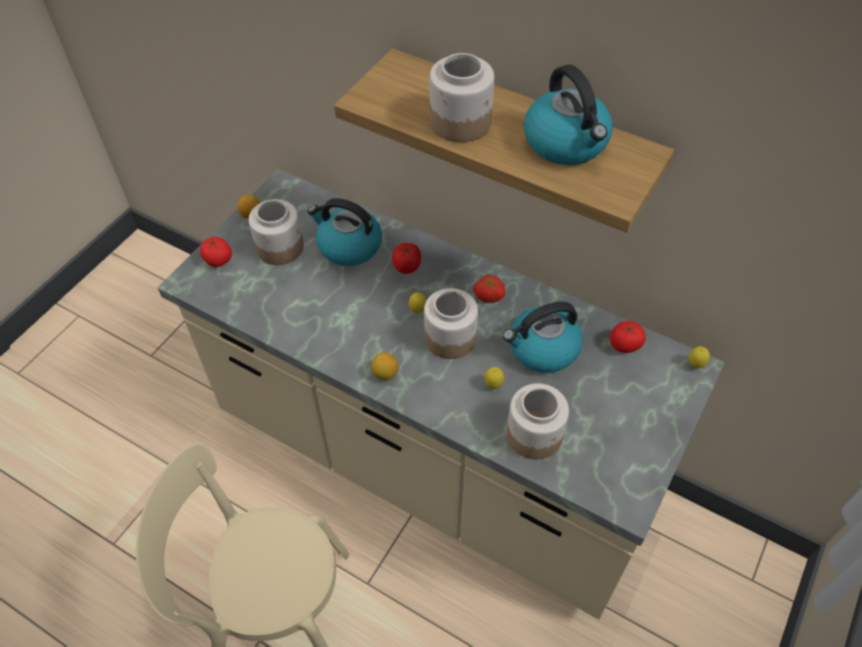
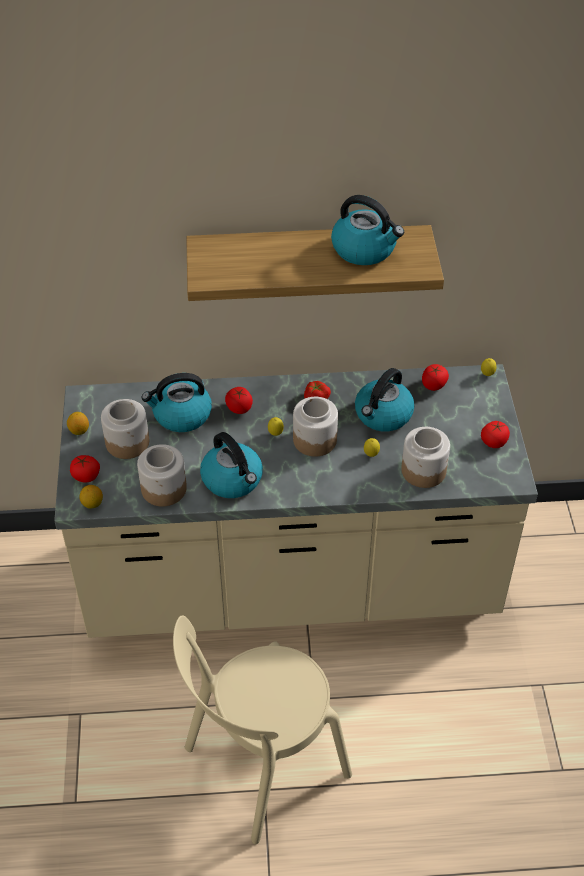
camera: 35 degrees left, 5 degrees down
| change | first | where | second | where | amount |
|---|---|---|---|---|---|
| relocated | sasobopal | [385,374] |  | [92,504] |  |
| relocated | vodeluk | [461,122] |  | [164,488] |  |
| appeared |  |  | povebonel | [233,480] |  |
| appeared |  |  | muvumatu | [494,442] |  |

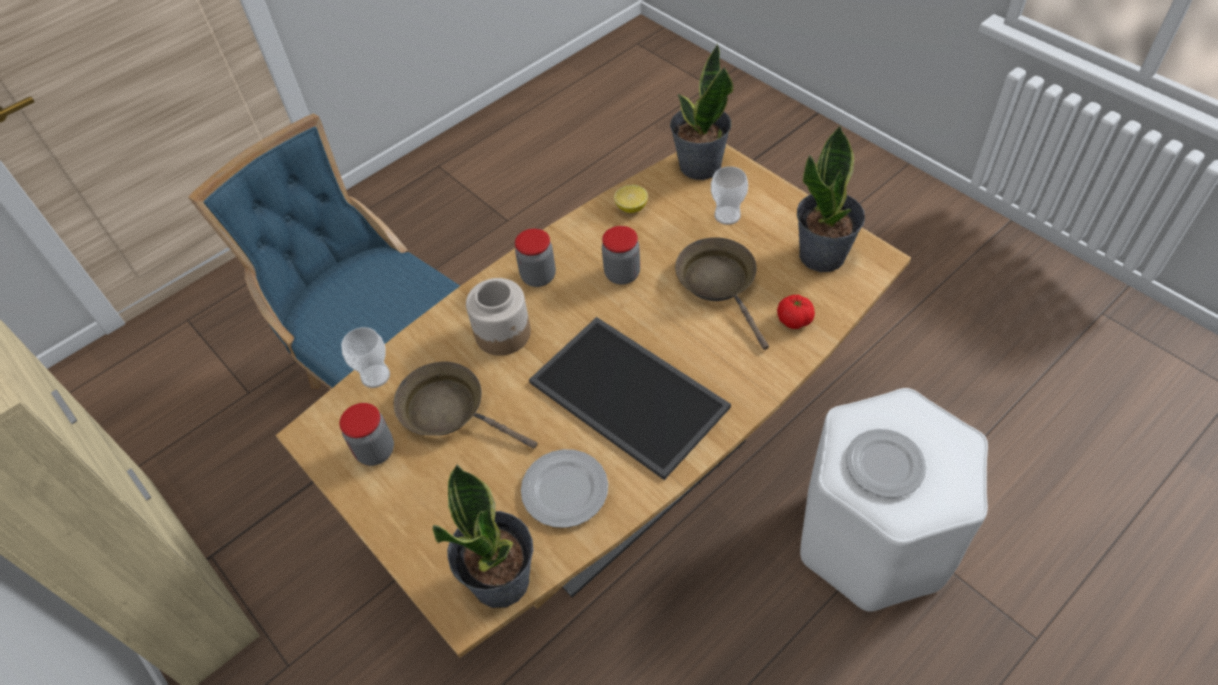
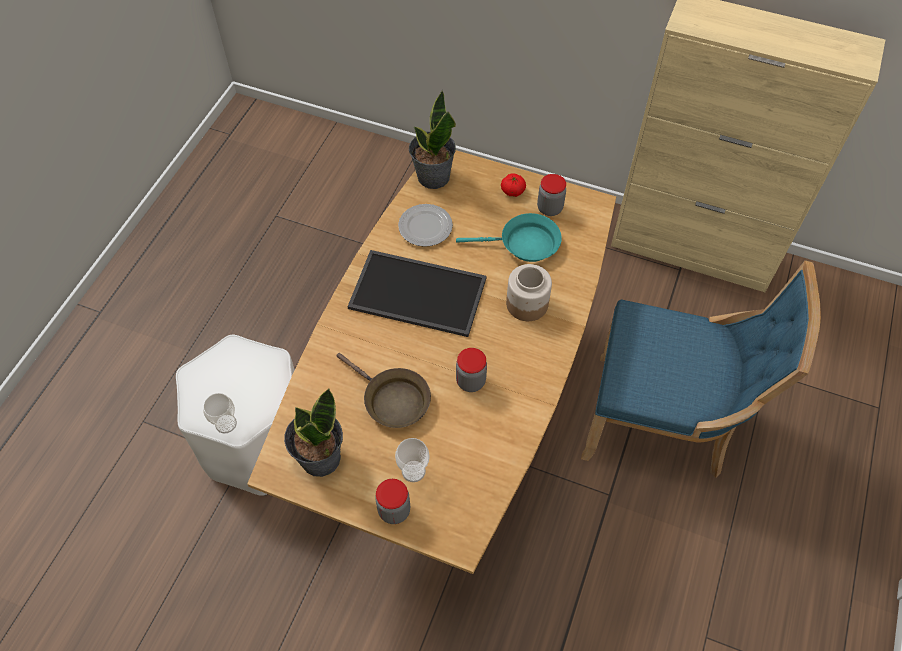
camera: 150 degrees right, 5 degrees up
| change | first | where | second | where | amount |
|---|---|---|---|---|---|
| relocated | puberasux | [375,376] |  | [226,423] |  |
| relocated | vodeluk | [538,276] |  | [394,510] |  |
| colour | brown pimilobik | [449,410] | turquoise pimilobik | [524,244] |  |
| relocated | muvumatu | [794,320] |  | [512,191] |  |
| missing | sasobopal | [631,207] |  |  |  |
| missing | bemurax | [699,166] |  |  |  |
| missing | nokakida | [883,465] |  |  |  |

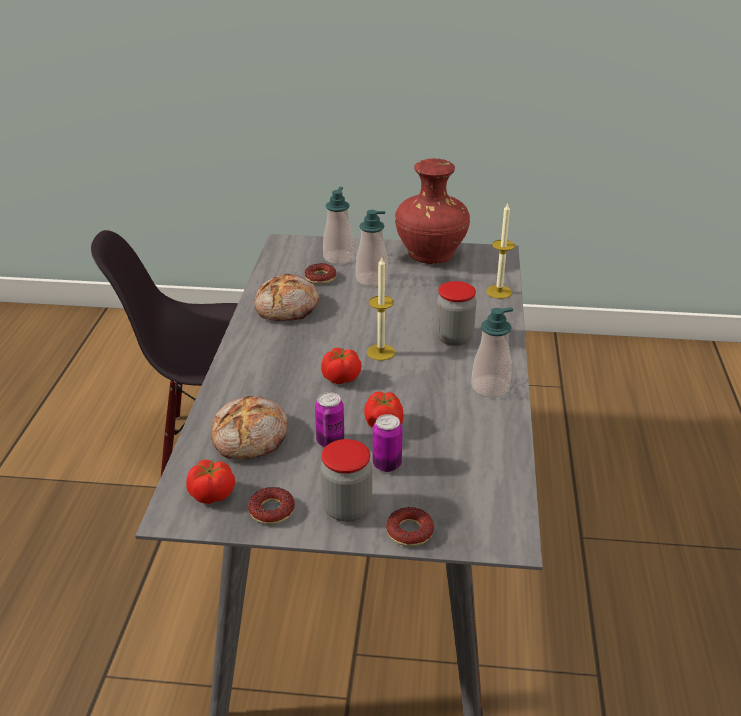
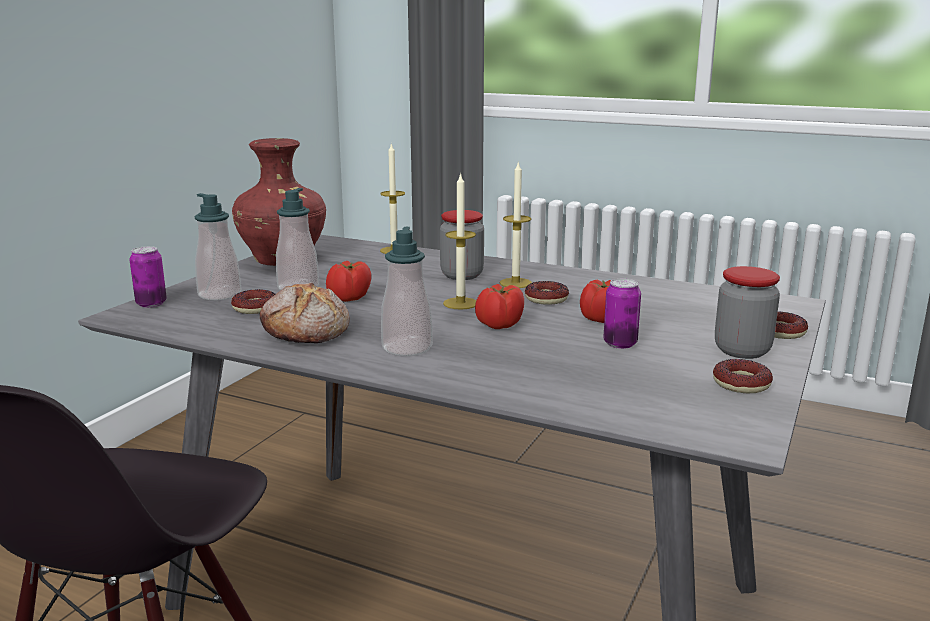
camera: 70 degrees left, 15 degrees down
| change | first | where | second | where | amount |
|---|---|---|---|---|---|
| relocated | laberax | [387,465] |  | [151,304] |  |
| relocated | muvumatu | [212,495] |  | [349,298] |  |
| relocated | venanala | [490,387] |  | [407,348] |  |
| appeared |  |  | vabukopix | [515,283] |  |
| appeared |  |  | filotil | [546,299] |  |
| missing | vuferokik | [252,437] |  |  |  |

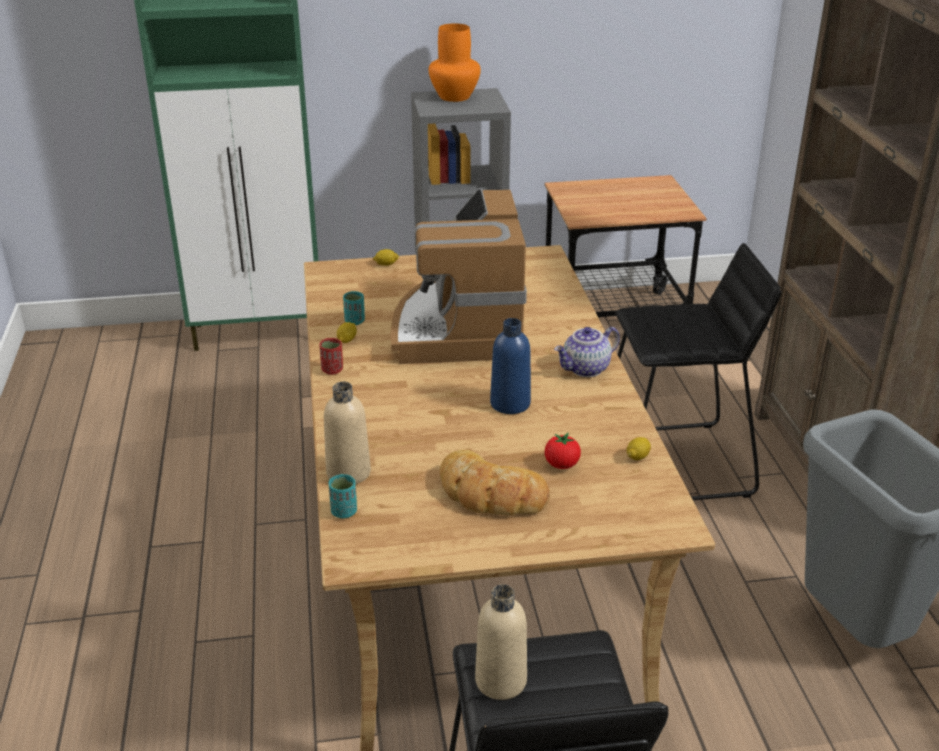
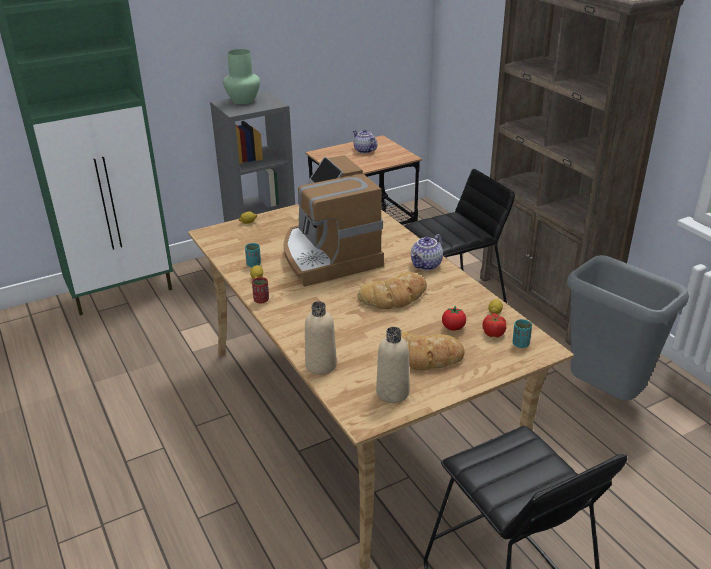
camera: 20 degrees left, 0 degrees up
| change | first | where | second | where | amount |
|---|---|---|---|---|---|
| colour | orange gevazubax | [453,96] | green gevazubax | [242,100] |  |
| appeared |  |  | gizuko | [364,150] |  |
| exchanged | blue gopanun | [510,403] | vuferokik | [394,297] |  |
| relocated | beige gopanun | [501,681] |  | [392,393] |  |
| appeared |  |  | muvumatu | [493,333] |  |
| relocated | turquoise puberasux | [344,512] |  | [520,344] |  |

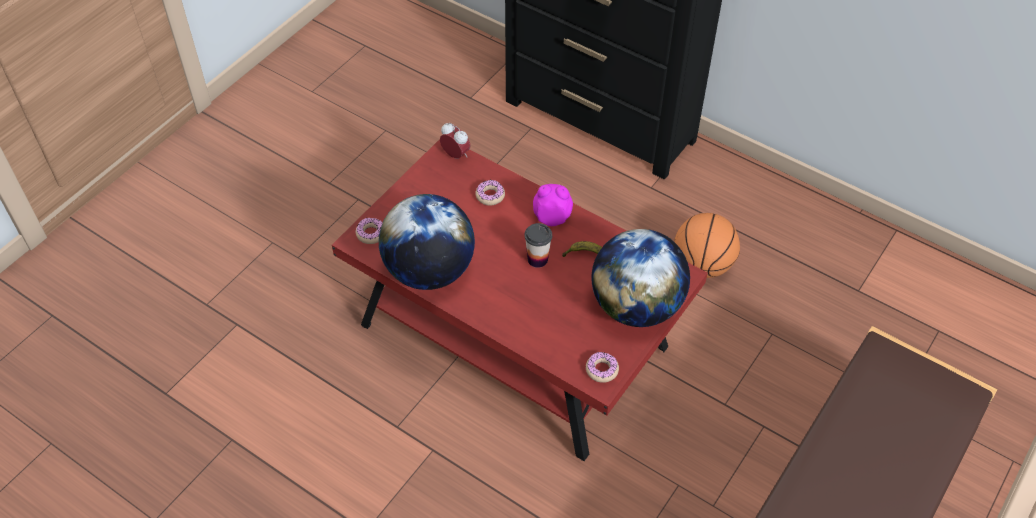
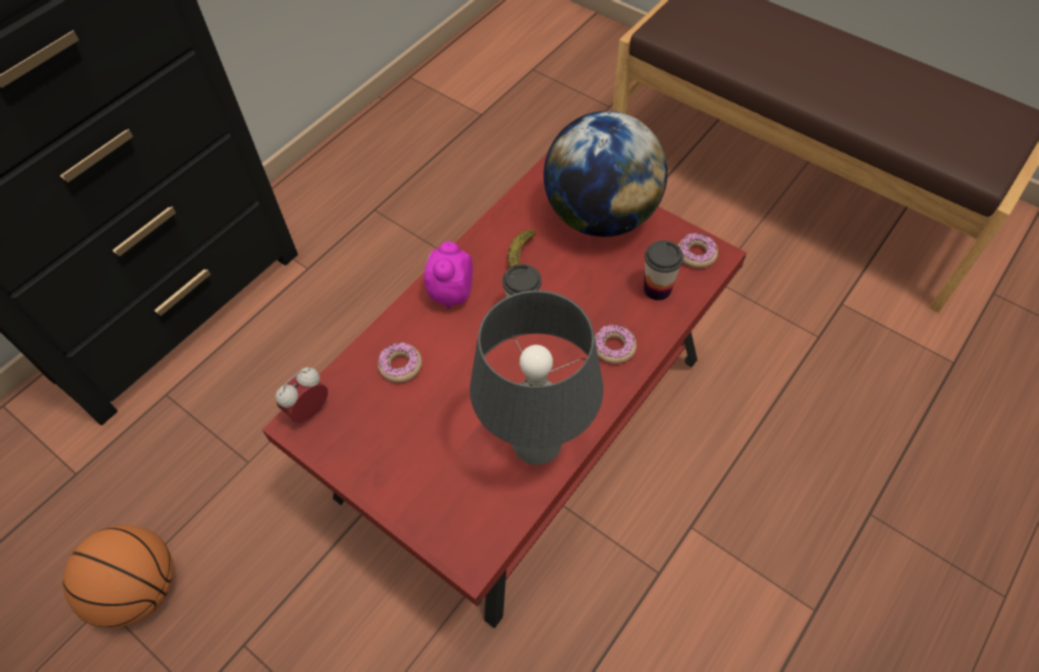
camera: 85 degrees left, 5 degrees up
| change | first | where | second | where | amount |
|---|---|---|---|---|---|
| relocated | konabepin | [702,265] |  | [140,589] |  |
| exchanged | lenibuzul | [429,271] | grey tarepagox | [538,446] |  |
| relocated | filotil | [371,234] |  | [614,347] |  |
| appeared |  |  | puberasux | [657,289] |  |

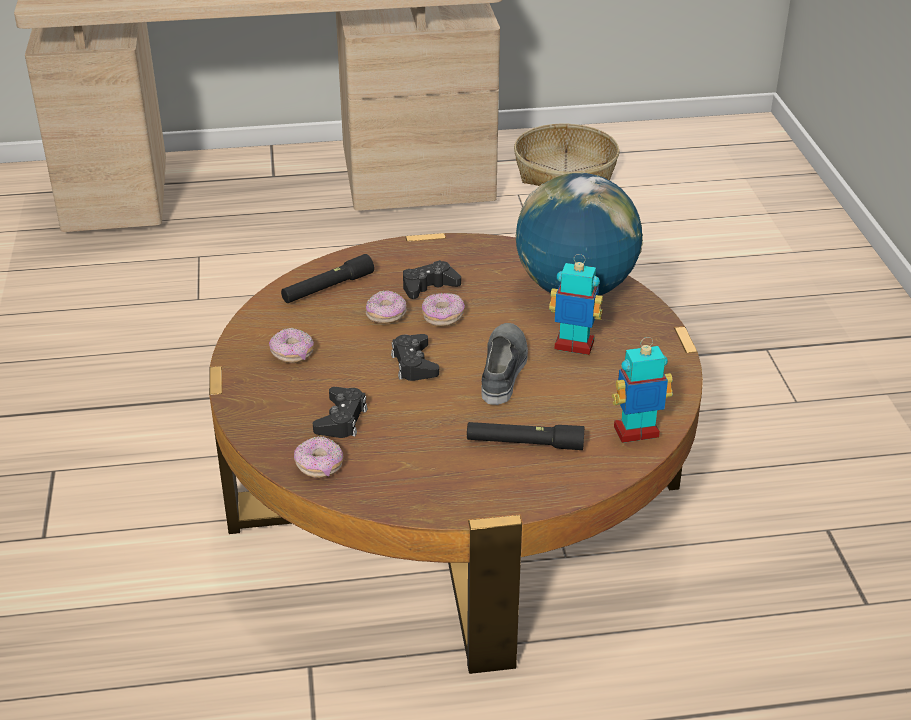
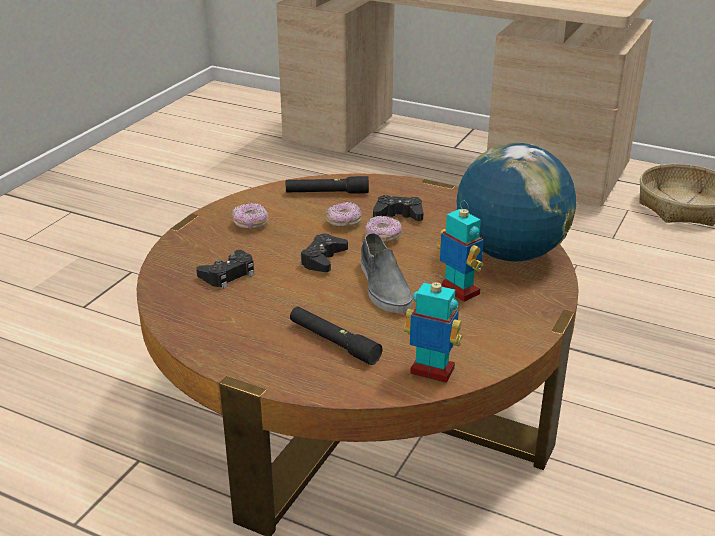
camera: 35 degrees right, 5 degrees down
| change | first | where | second | where | amount |
|---|---|---|---|---|---|
| spun | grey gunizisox | [503,369] |  | [383,286] | 120 degrees clockwise |
| missing | filotil | [319,466] |  |  |  |

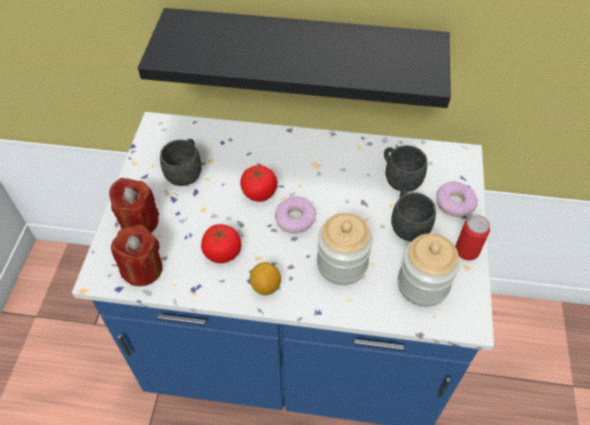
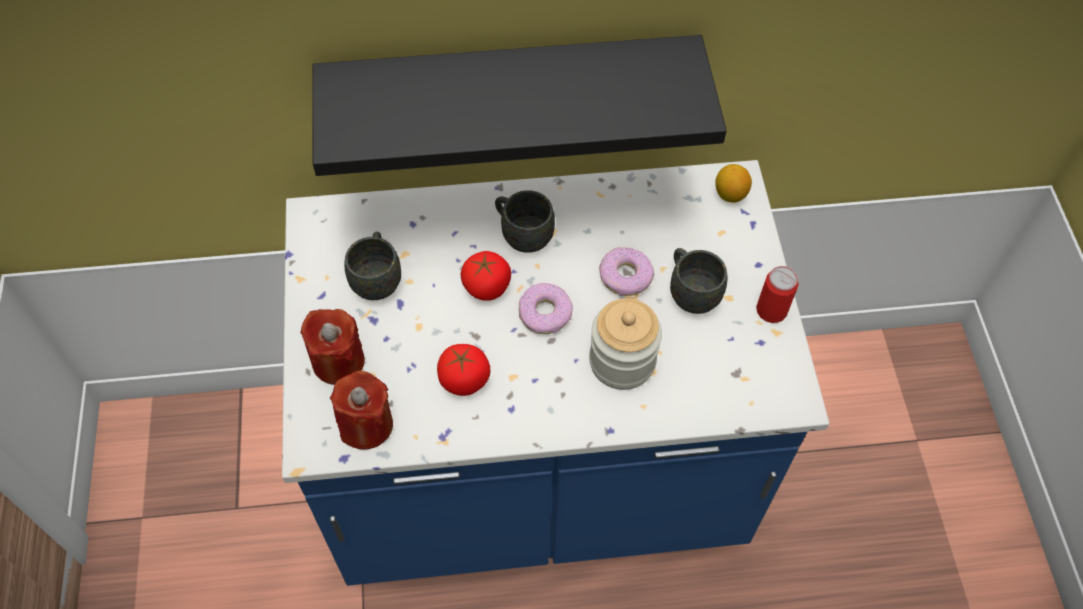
camera: 15 degrees left, 5 degrees up
| change | first | where | second | where | amount |
|---|---|---|---|---|---|
| relocated | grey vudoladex | [399,178] |  | [522,234] |  |
| relocated | filotil | [454,203] |  | [625,277] |  |
| relocated | sasobopal | [265,286] |  | [730,194] |  |
| missing | vodeluk | [423,284] |  |  |  |

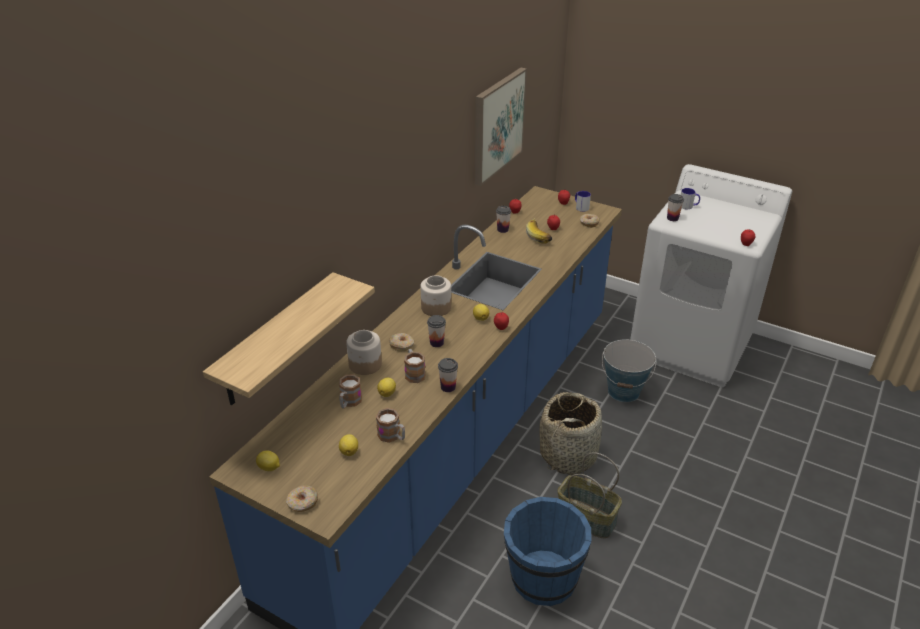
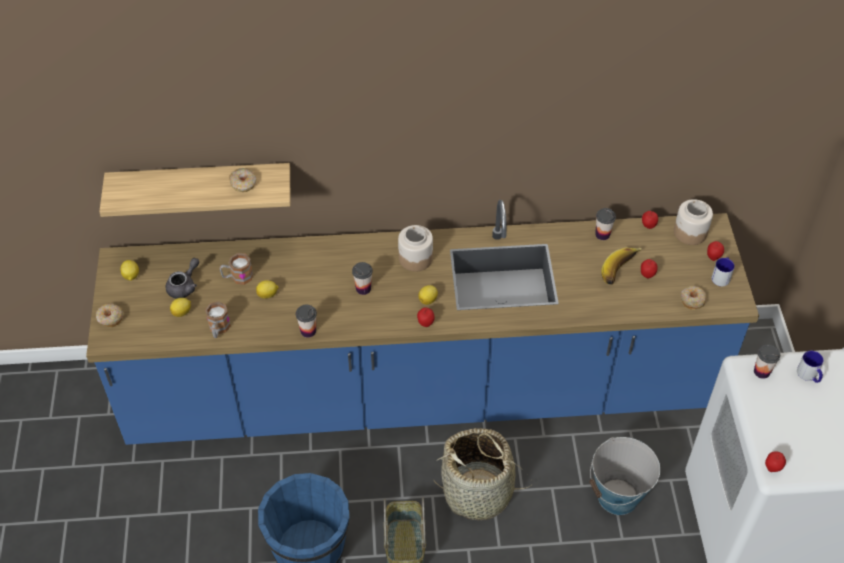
camera: 55 degrees right, 15 degrees up
| change | first | where | second | where | amount |
|---|---|---|---|---|---|
| appeared |  |  | grey gizuko | [184,286] |  |
| relocated | filotil | [402,345] |  | [243,184] |  |
| relocated | vodeluk | [365,364] |  | [690,232] |  |
| missing | vudoladex | [414,373] |  |  |  |
| missing | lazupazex | [497,125] |  |  |  |

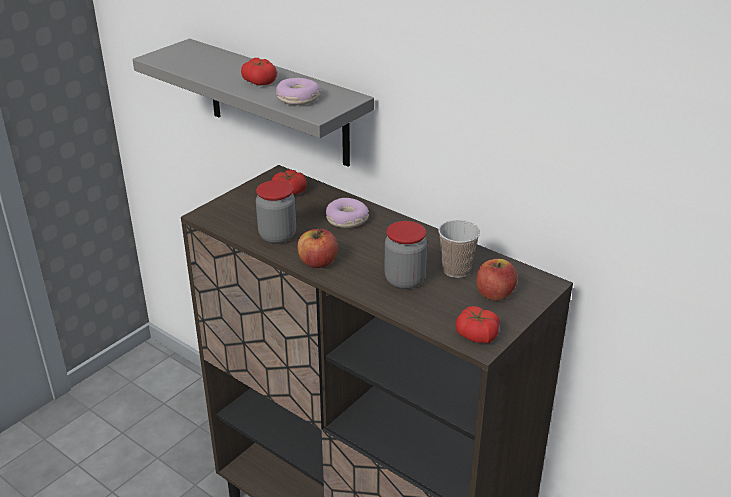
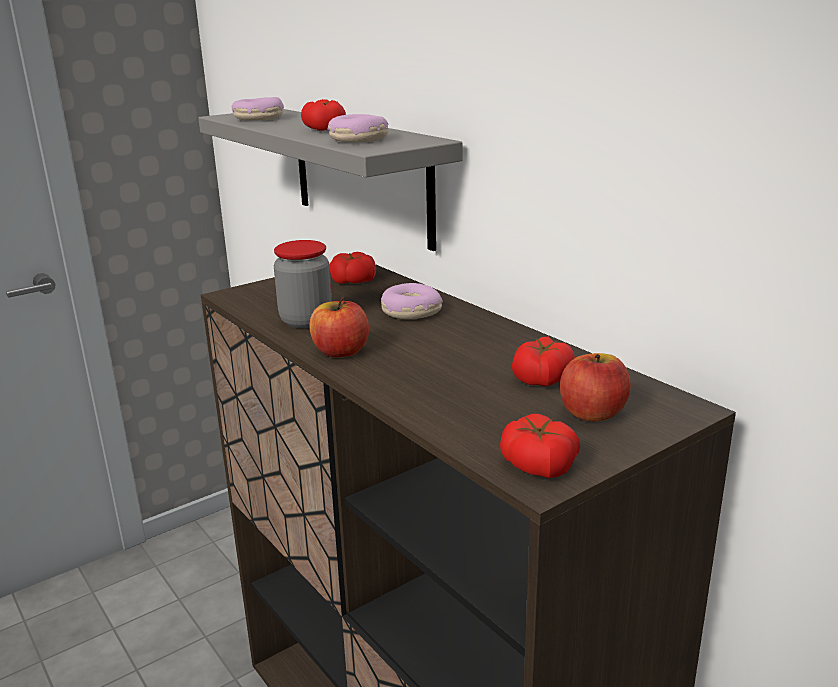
camera: 15 degrees right, 10 degrees down
| change | first | where | second | where | amount |
|---|---|---|---|---|---|
| appeared |  |  | filotil | [259,118] |  |
| exchanged | puberasux | [456,270] | muvumatu | [542,378] |  |
| missing | vodeluk | [404,280] |  |  |  |

